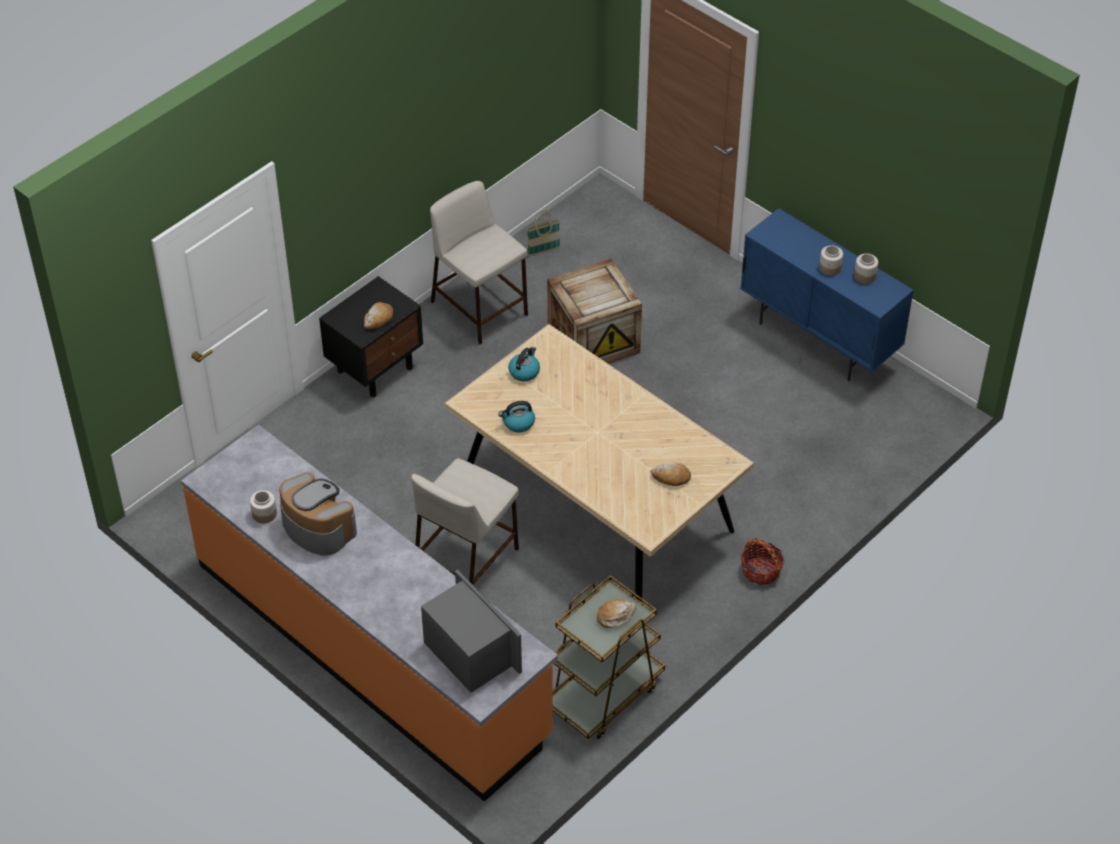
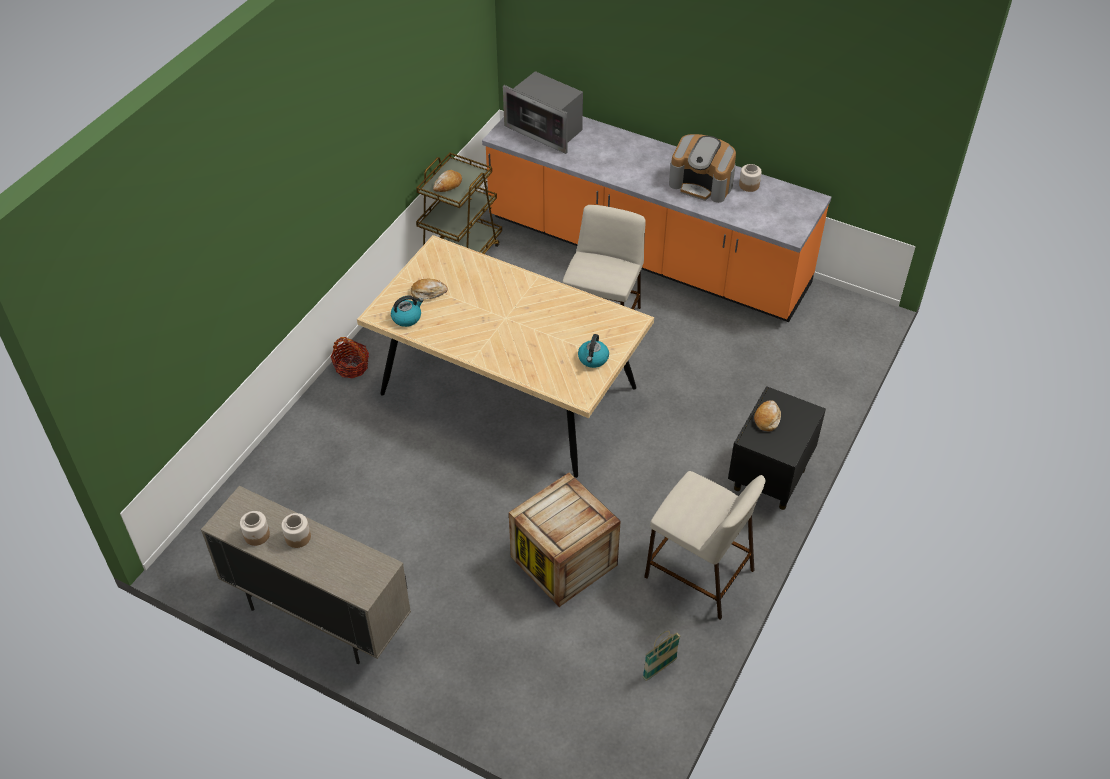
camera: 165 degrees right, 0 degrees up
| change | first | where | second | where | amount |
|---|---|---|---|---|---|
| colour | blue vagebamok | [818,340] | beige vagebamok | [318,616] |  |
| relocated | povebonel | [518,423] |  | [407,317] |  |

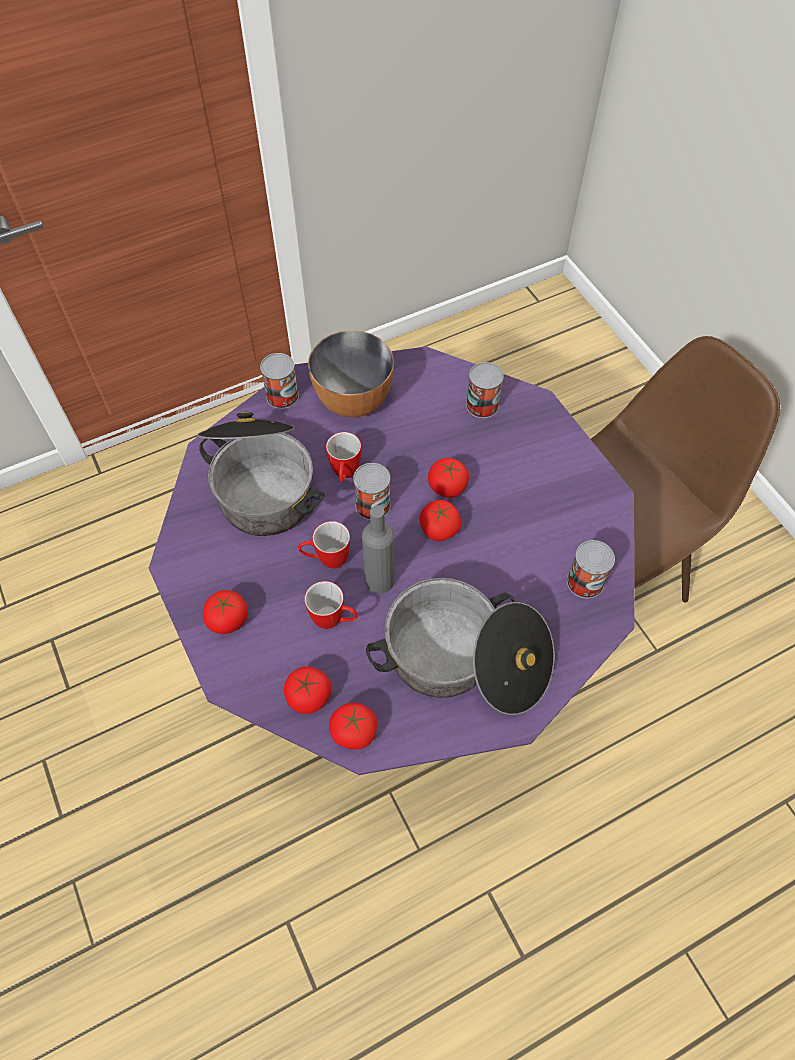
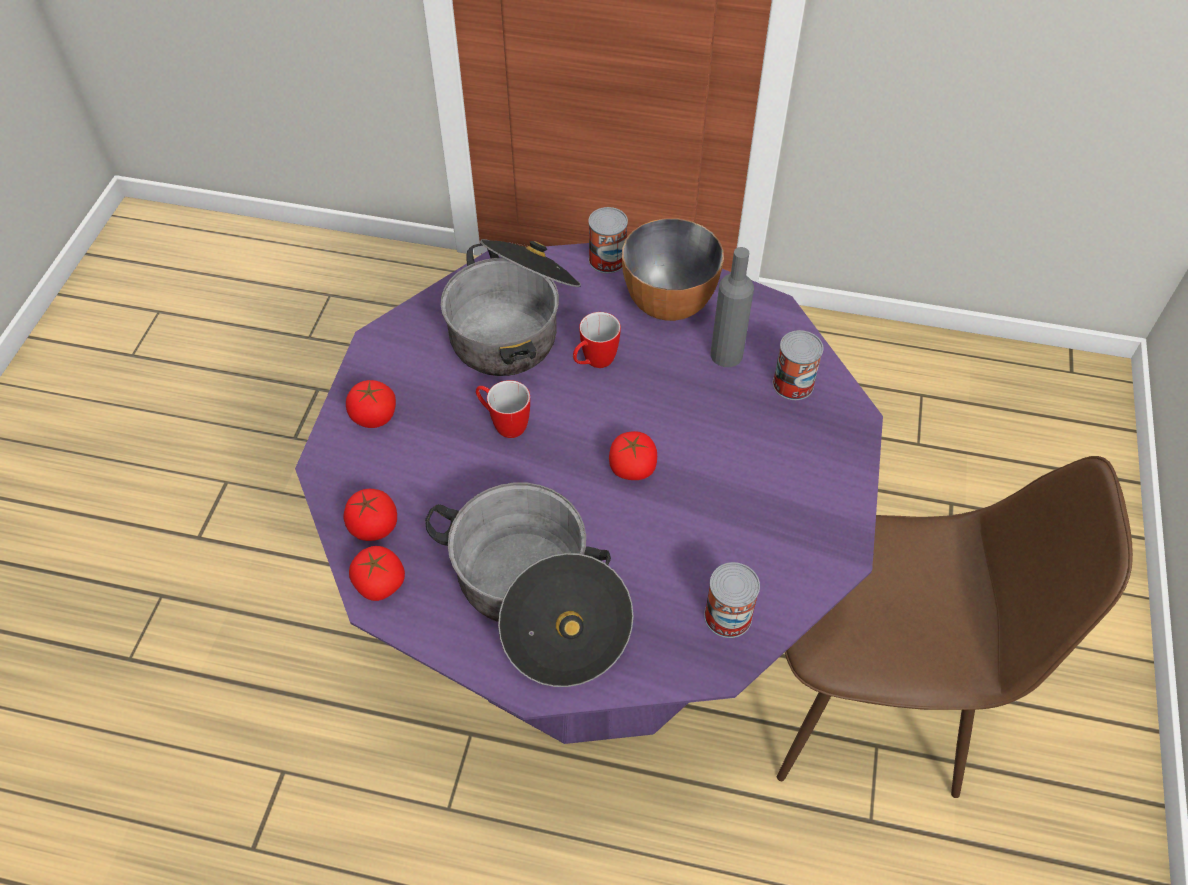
camera: 40 degrees right, 5 degrees down
| change | first | where | second | where | amount |
|---|---|---|---|---|---|
| relocated | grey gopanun | [379,580] |  | [726,354] |  |
| missing | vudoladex | [334,620] |  |  |  |
| missing | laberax | [373,505] |  |  |  |
| missing | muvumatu | [447,487] |  |  |  |

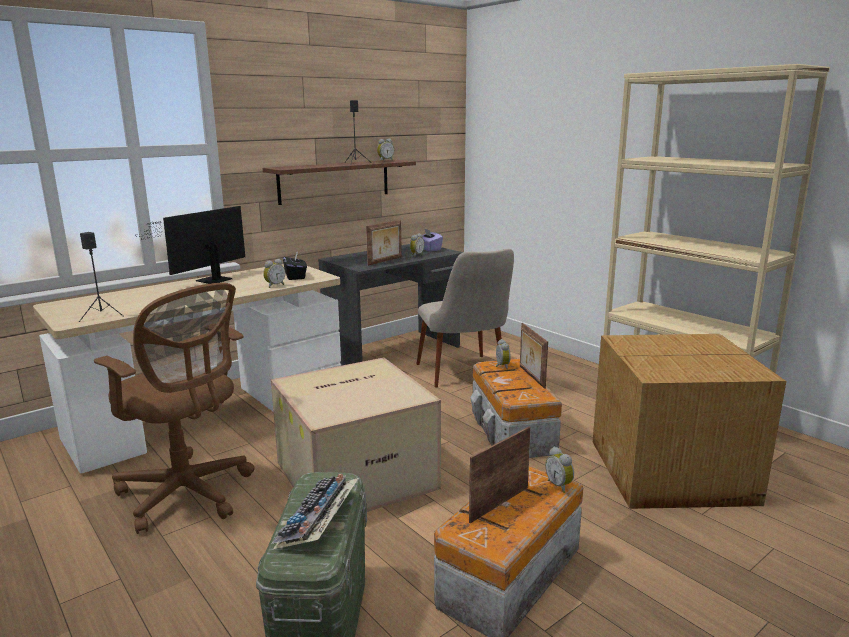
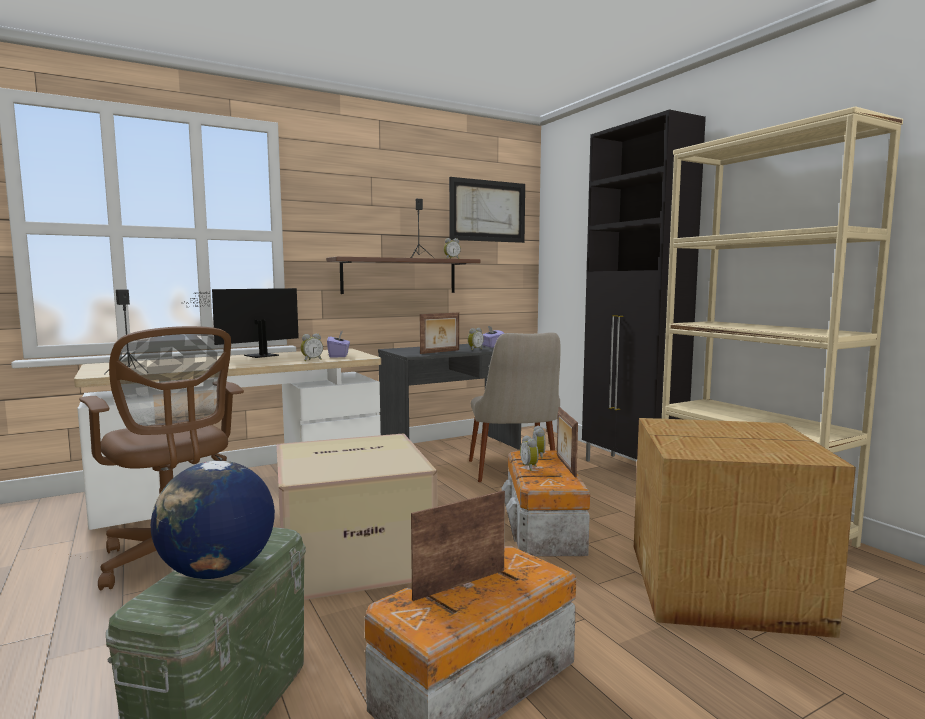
camera: 10 degrees right, 10 degrees down
| change | first | where | second | where | amount |
|---|---|---|---|---|---|
| exchanged | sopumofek | [318,521] | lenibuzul | [217,572] |  |
| colour | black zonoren | [295,276] | purple zonoren | [339,356] |  |
| appeared |  |  | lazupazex | [488,211] |  |
| relocated | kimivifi | [560,485] |  | [530,467] |  |
| appeared |  |  | black vagebamok | [631,470] |  |

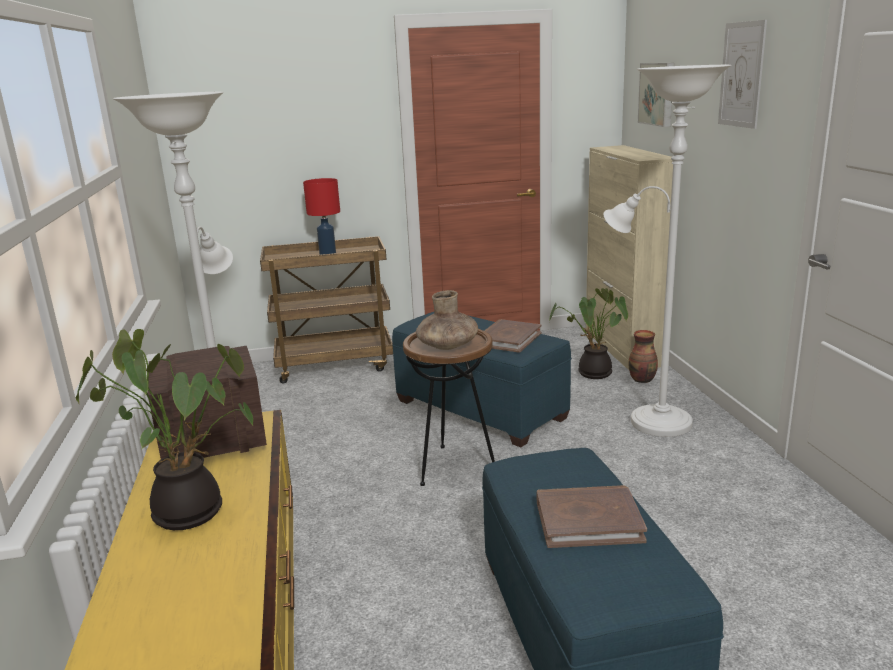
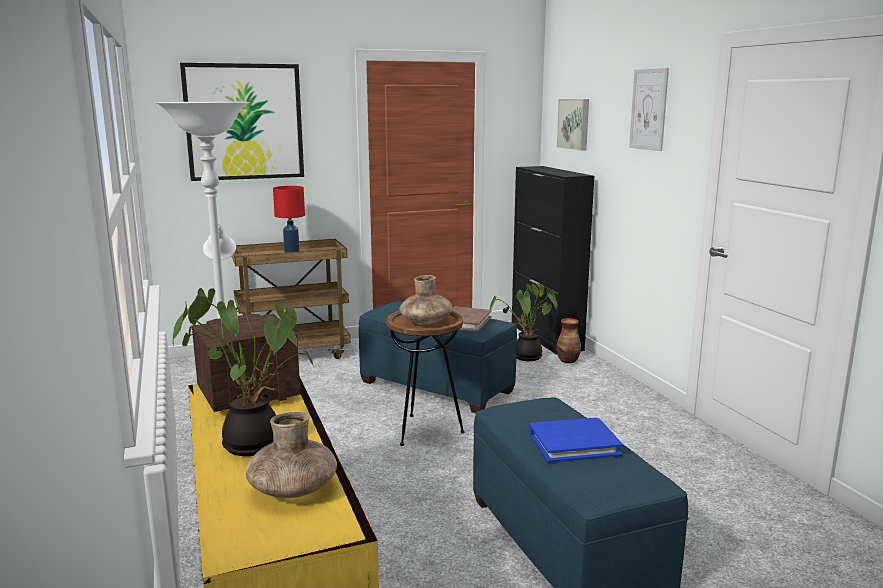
camera: 10 degrees left, 5 degrees down
| change | first | where | second | where | amount |
|---|---|---|---|---|---|
| appeared |  |  | lazupazex | [244,122] |  |
| appeared |  |  | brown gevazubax | [292,490] |  |
| colour | beige vagebamok | [622,348] | black vagebamok | [546,337] |  |
| colour | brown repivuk | [588,520] | blue repivuk | [573,444] |  |
| missing | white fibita | [653,420] |  |  |  |

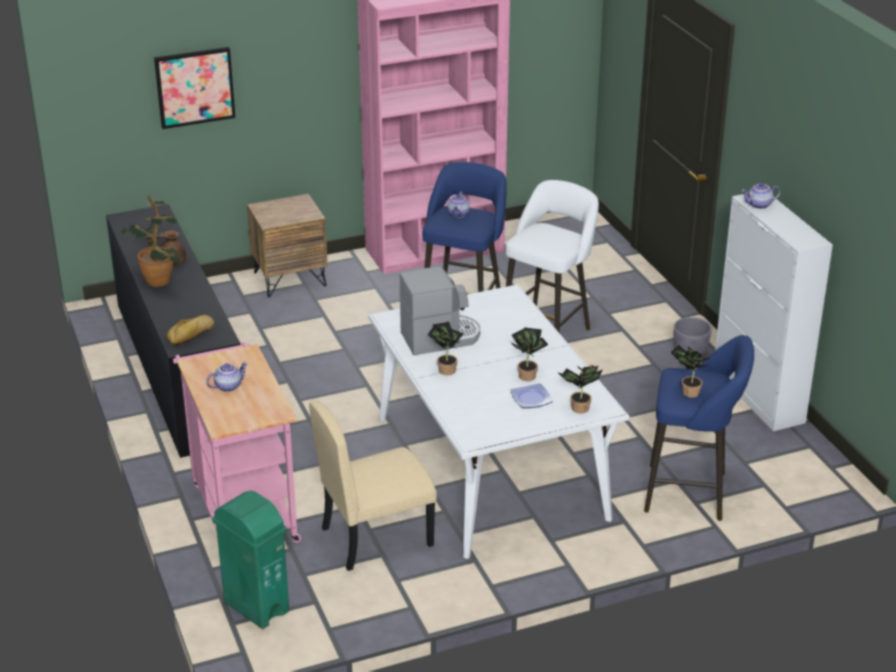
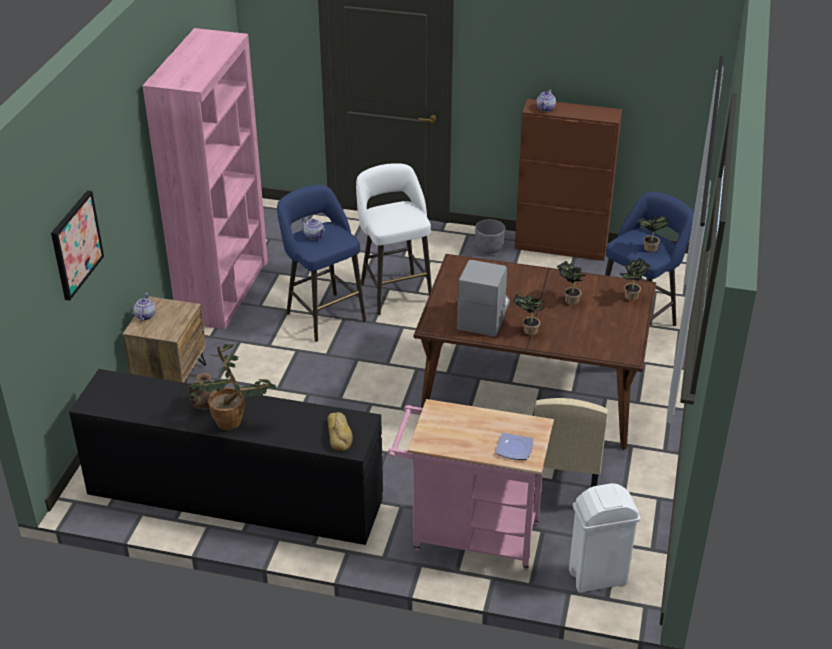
camera: 55 degrees left, 5 degrees up
| change | first | where | second | where | amount |
|---|---|---|---|---|---|
| relocated | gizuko | [228,386] |  | [145,316] |  |
| colour | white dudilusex | [489,466] | brown dudilusex | [530,391] |  |
| relocated | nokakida | [531,399] |  | [514,449] |  |
| colour | white vagebamok | [758,396] | brown vagebamok | [561,247] |  |
| colour | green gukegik | [256,606] | white gukegik | [597,577] |  |

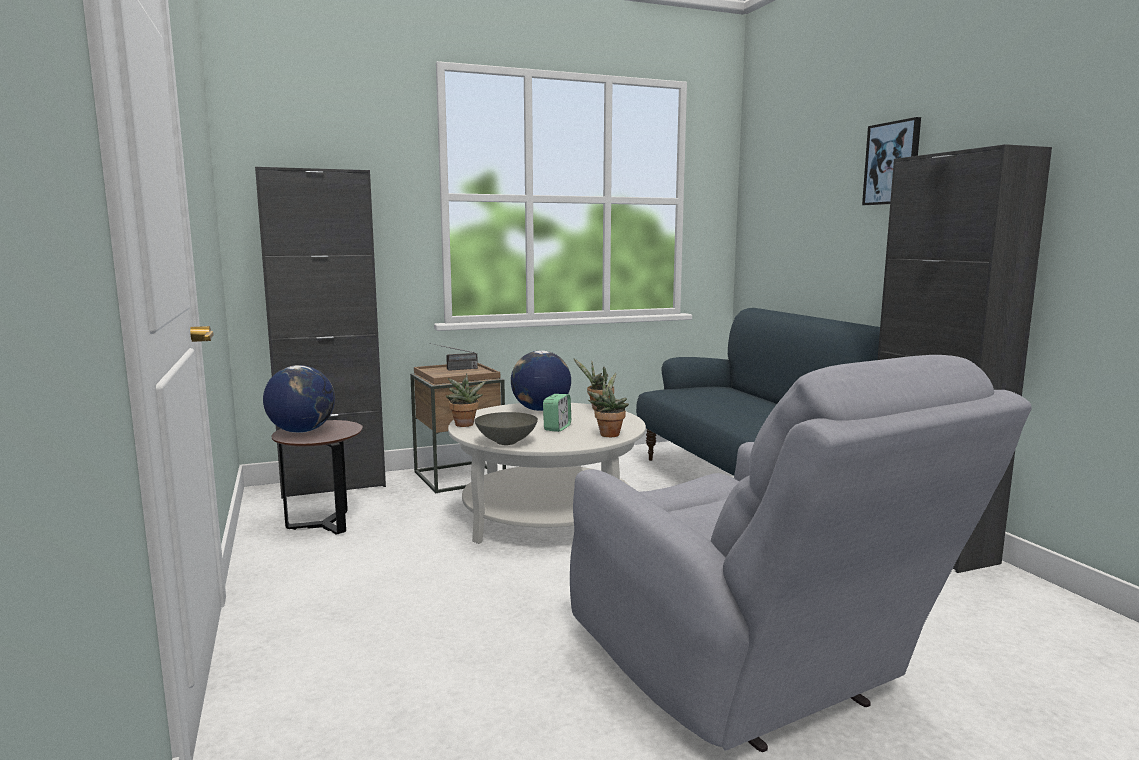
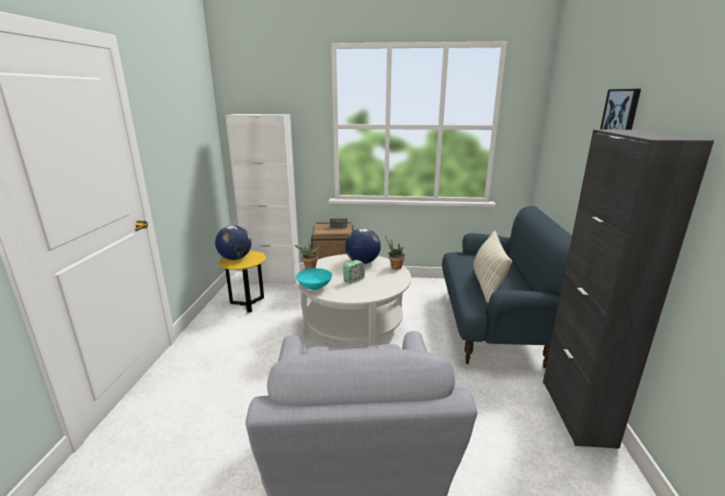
camera: 25 degrees right, 10 degrees up
| change | first | where | second | where | amount |
|---|---|---|---|---|---|
| colour | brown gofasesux | [324,525] | yellow gofasesux | [248,304] |  |
| colour | black vagebamok | [333,485] | white vagebamok | [273,278] |  |
| colour | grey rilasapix | [507,442] | turquoise rilasapix | [314,288] |  |
| appeared |  |  | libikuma | [487,284] |  |
| missing | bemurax | [608,434] |  |  |  |

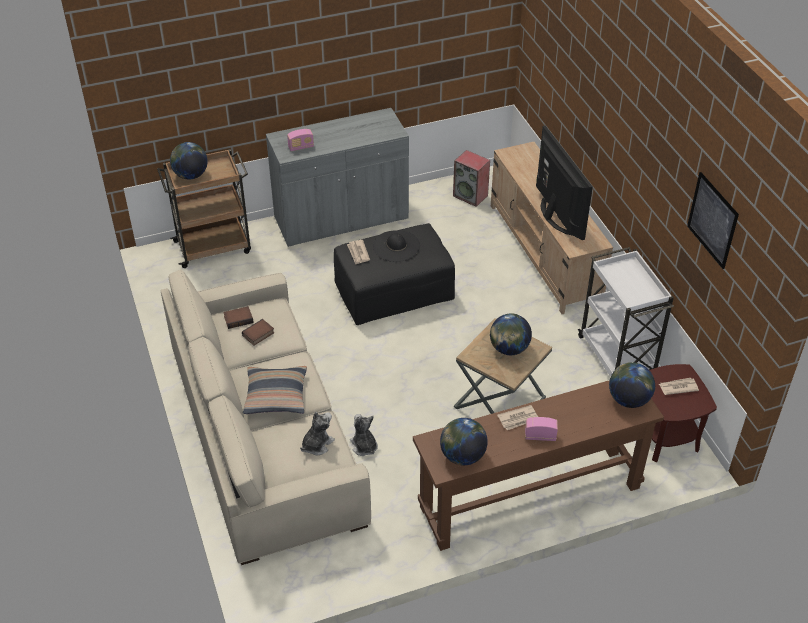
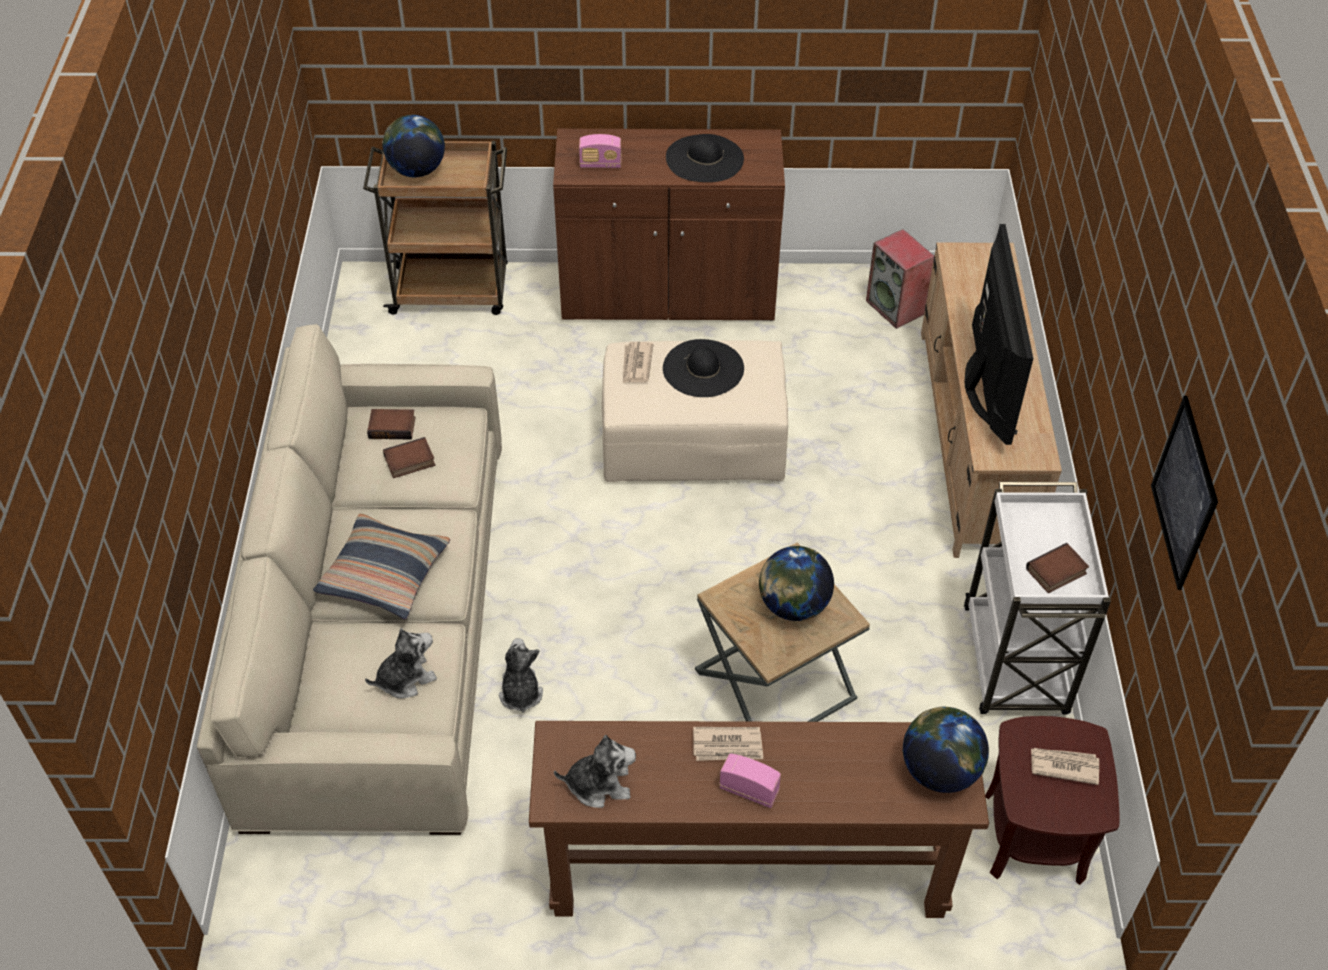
camera: 20 degrees right, 5 degrees up
| change | first | where | second | where | amount |
|---|---|---|---|---|---|
| colour | grey vagebamok | [341,219] | brown vagebamok | [668,294] |  |
| exchanged | lenibuzul | [462,456] | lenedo | [599,784] |  |
| colour | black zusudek | [394,291] | beige zusudek | [693,439] |  |
| appeared |  |  | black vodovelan | [704,158] |  |
| appeared |  |  | repivuk | [1056,573] |  |

